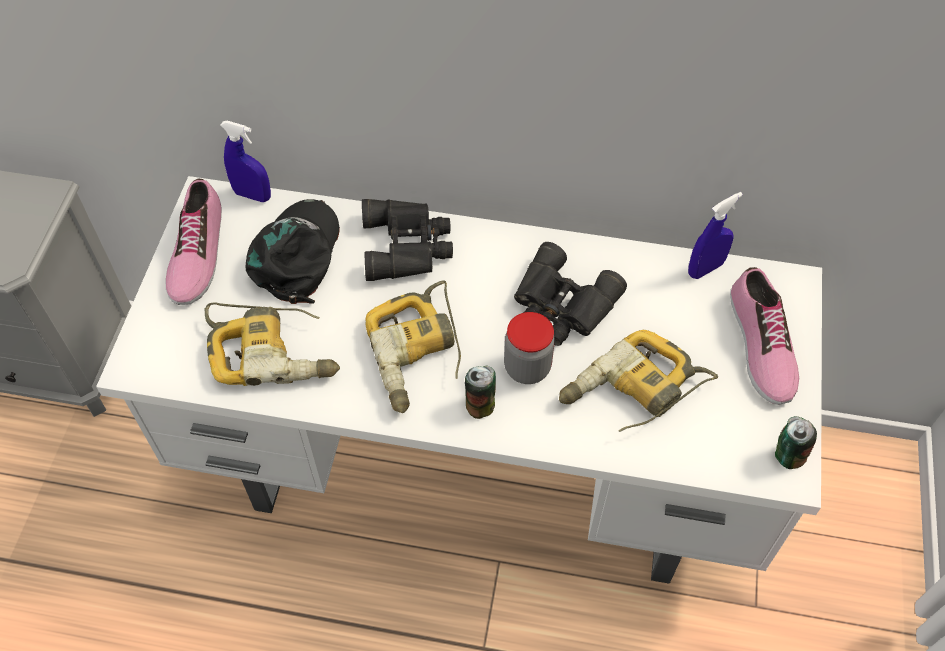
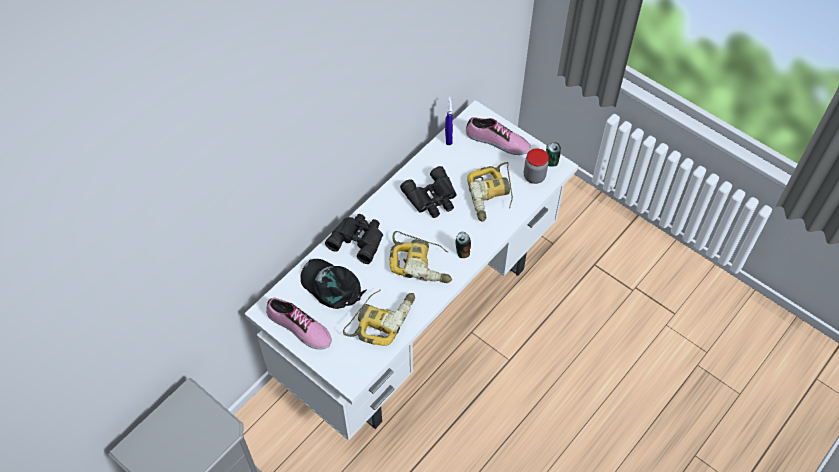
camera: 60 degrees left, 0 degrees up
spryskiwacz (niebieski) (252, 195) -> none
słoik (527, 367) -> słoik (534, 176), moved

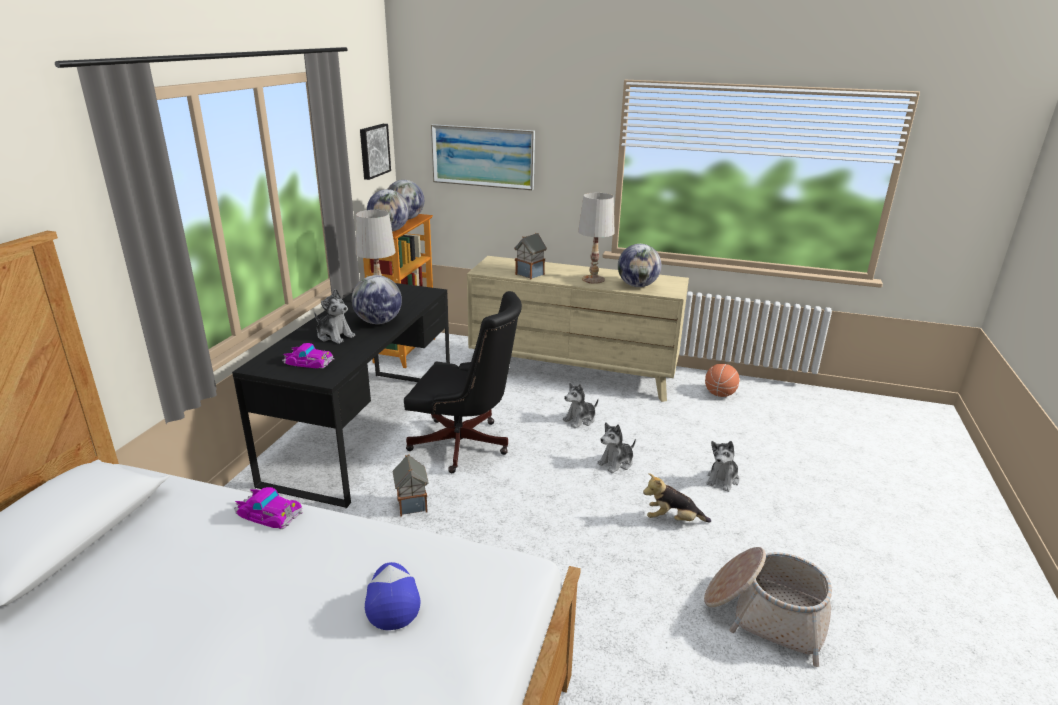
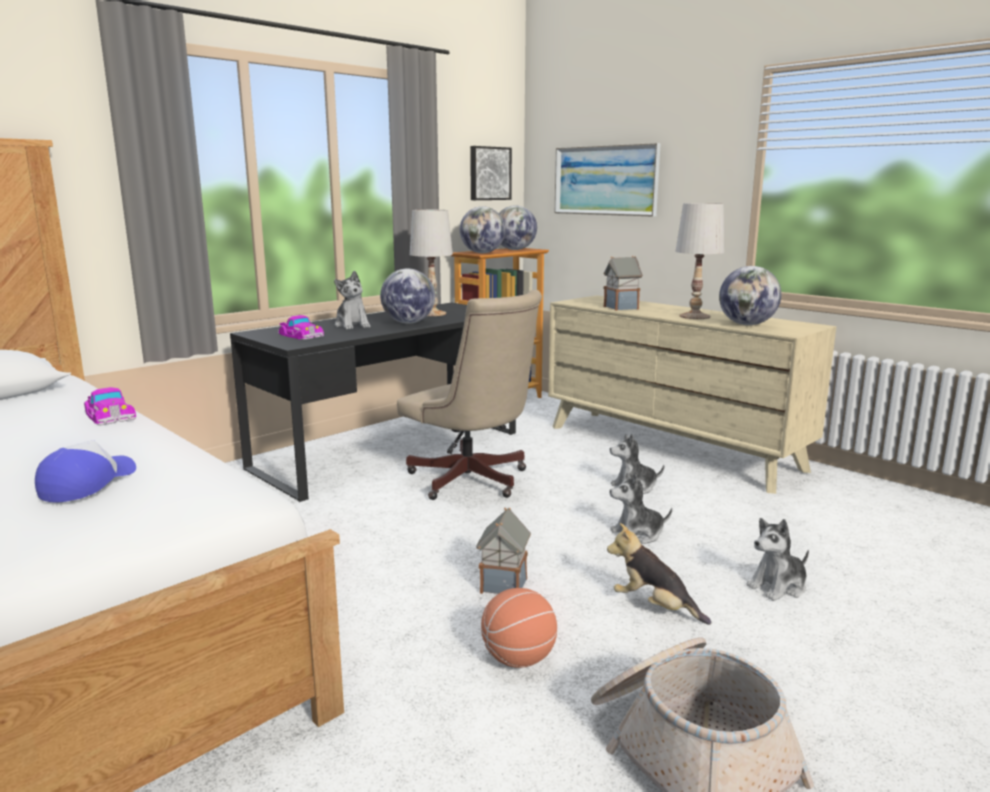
camera: 30 degrees right, 10 degrees down
domek (412, 505) -> domek (503, 585), moved
piłka do koszykówki (719, 394) -> piłka do koszykówki (519, 659), moved
krzesło biurowe (czarny) (465, 446) -> krzesło biurowe (beżowy) (472, 482)

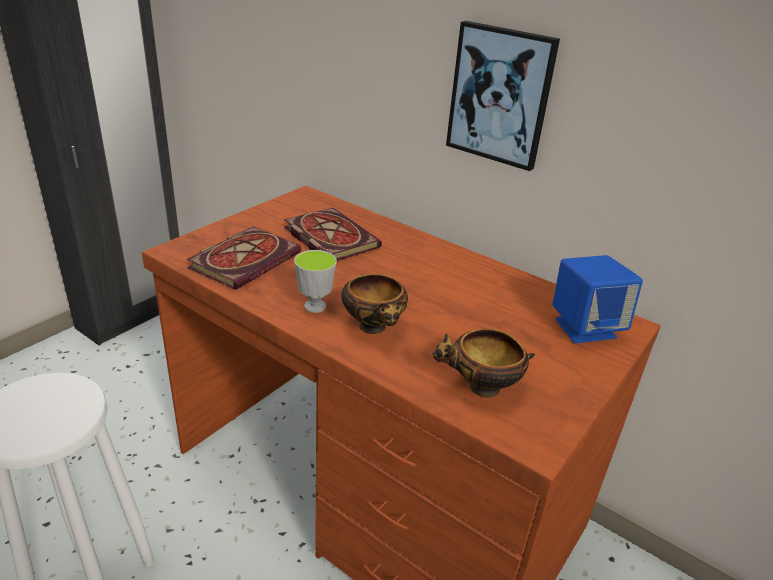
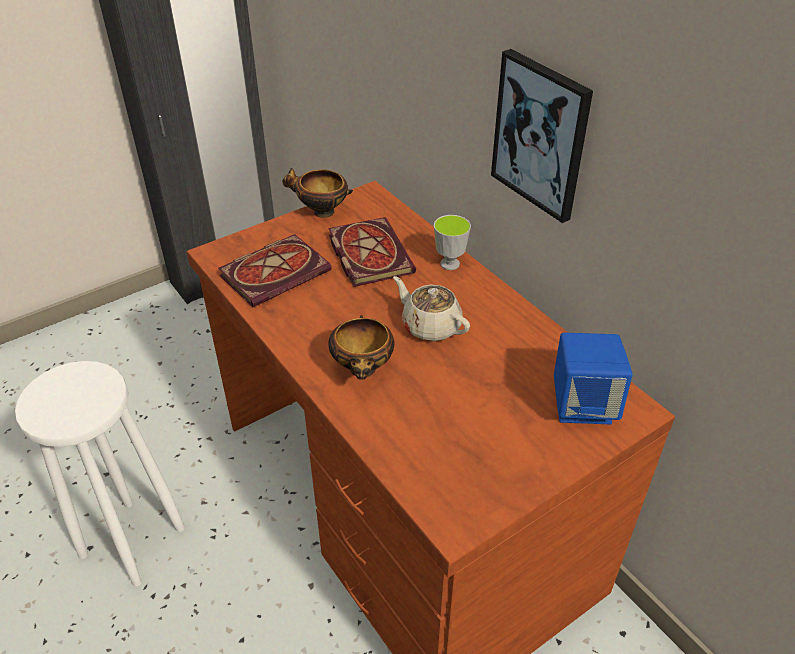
camera: 20 degrees right, 10 degrees up
none -> imbryk (beżowy) (430, 326)
filiżanka (315, 306) -> filiżanka (450, 264), moved
miska (481, 388) -> miska (321, 212), moved

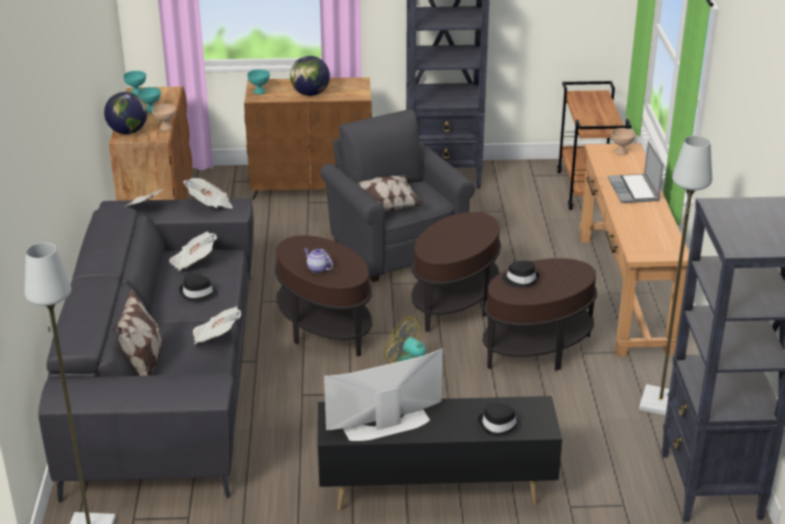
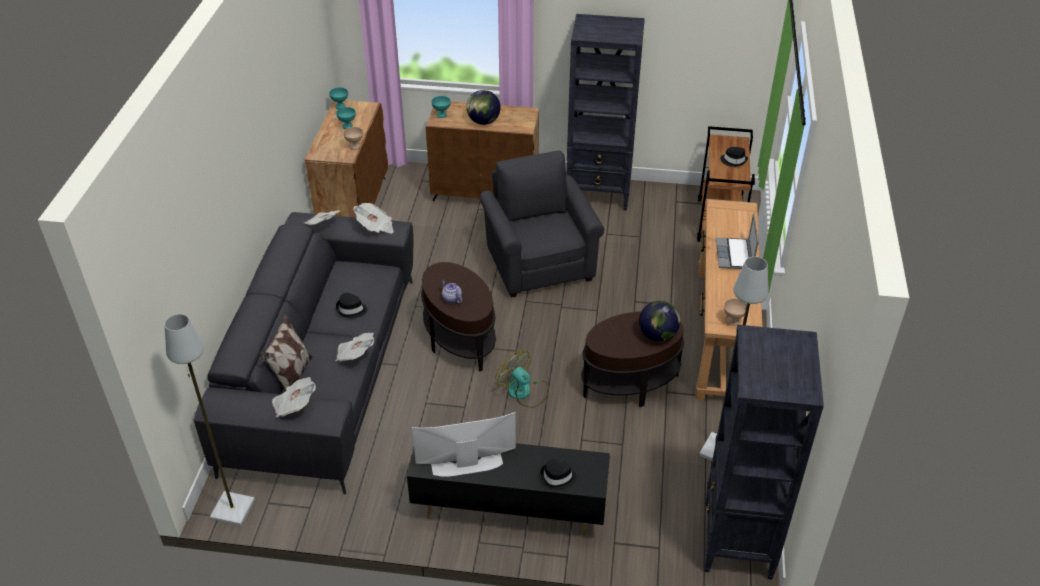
camera: 10 degrees right, 10 degrees up
poduszka (385, 206) -> none
stolik (brązowy) (455, 304) -> none
globus (128, 131) -> globus (658, 335), moved
gazeta (193, 262) -> gazeta (294, 405), moved
kapelusz (czarny) (520, 279) -> kapelusz (czarny) (734, 160), moved
miska (beżowy) (621, 151) -> miska (beżowy) (733, 321), moved

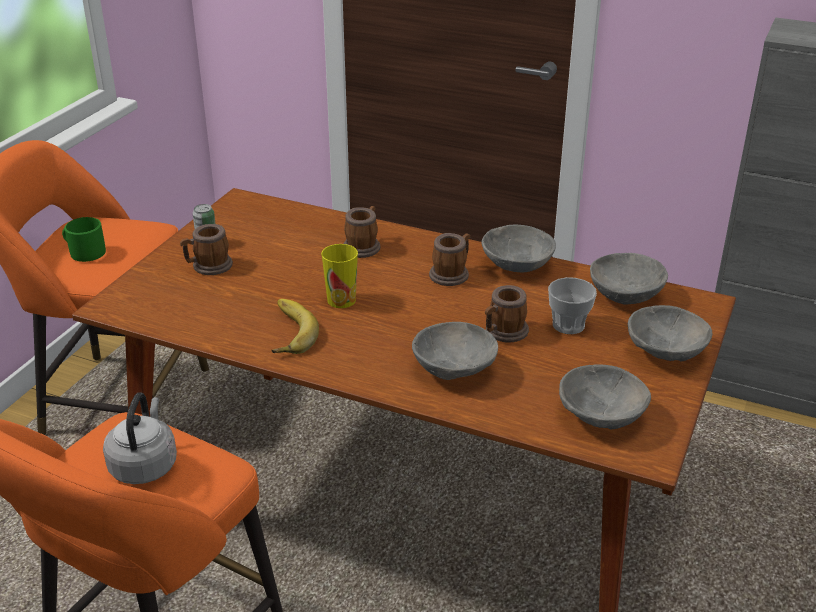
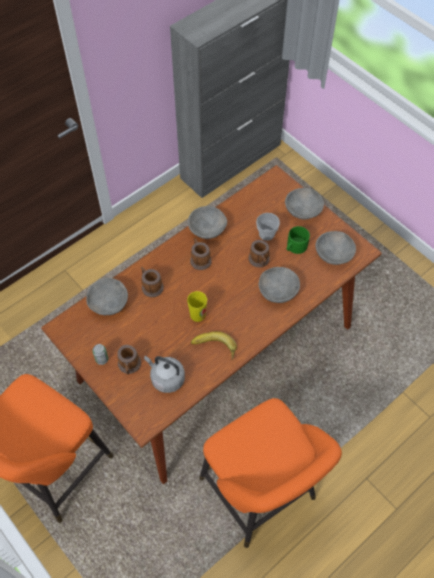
camera: 65 degrees left, 25 degrees up
kubek (zielony) (84, 251) -> kubek (zielony) (295, 247), moved
czajnik (szary) (144, 464) -> czajnik (szary) (166, 378), moved
miska (szary) (626, 295) -> miska (szary) (109, 302), moved

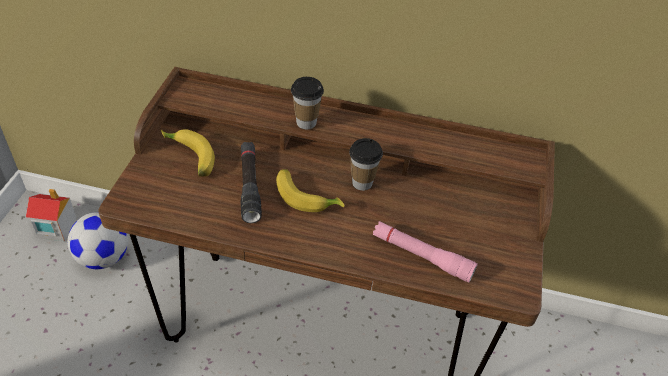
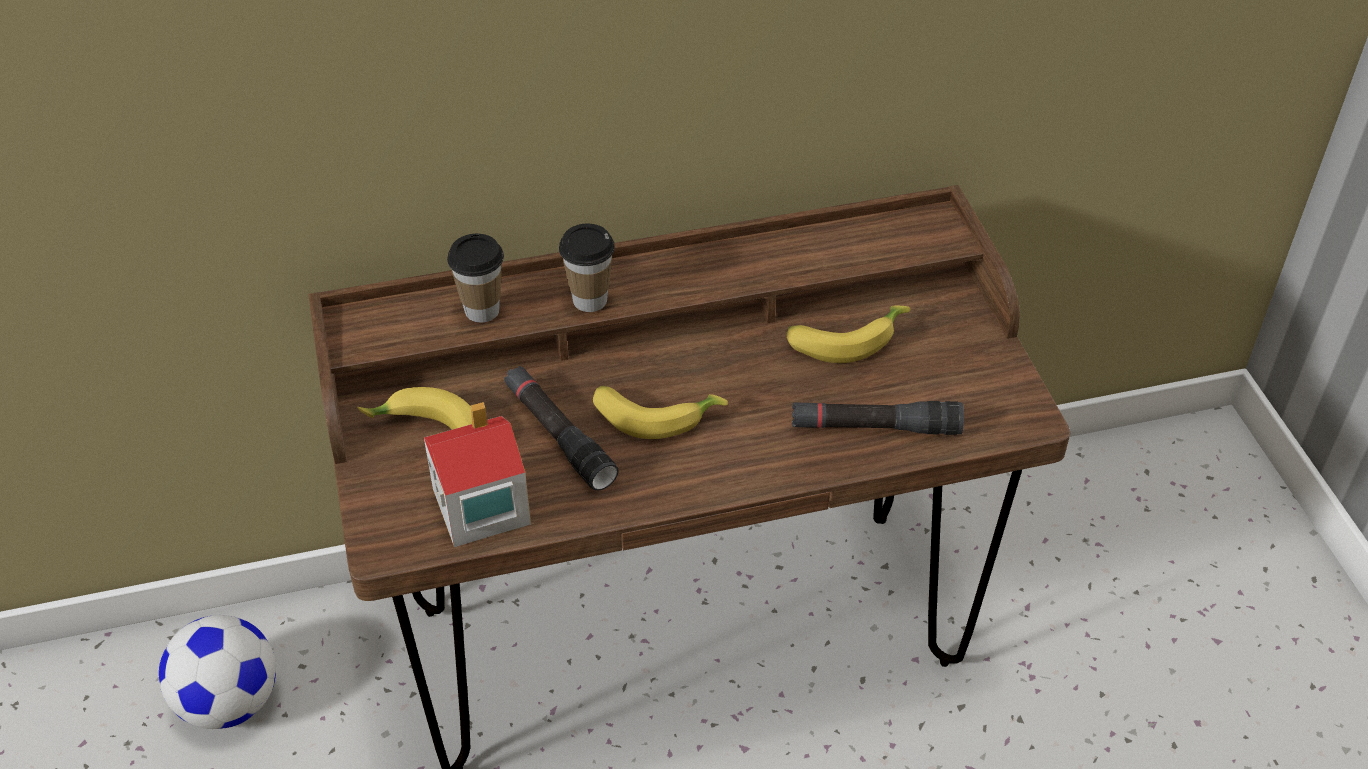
camera: 25 degrees left, 0 degrees up
none -> banan (845, 339)
domek (55, 227) -> domek (480, 507), moved
filiżanka (362, 183) -> filiżanka (482, 310), moved
latarka (różowy) (421, 256) -> latarka (czarny) (875, 427)

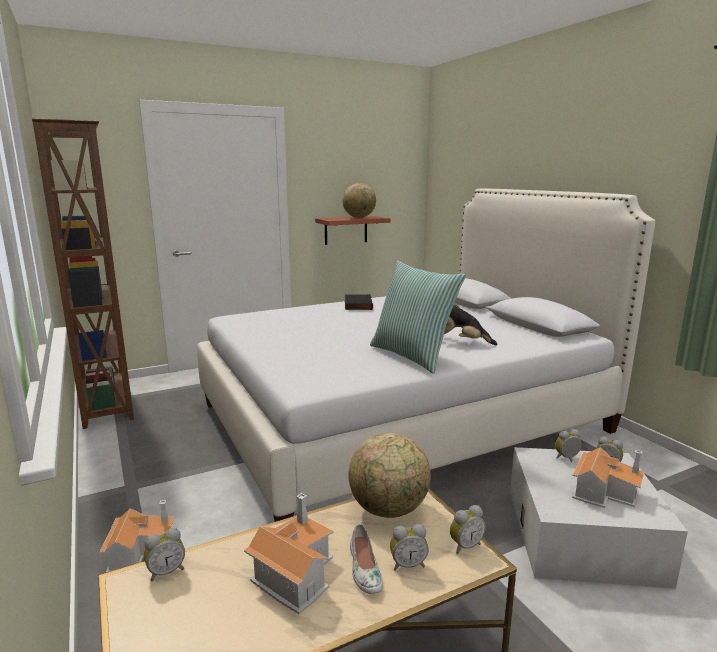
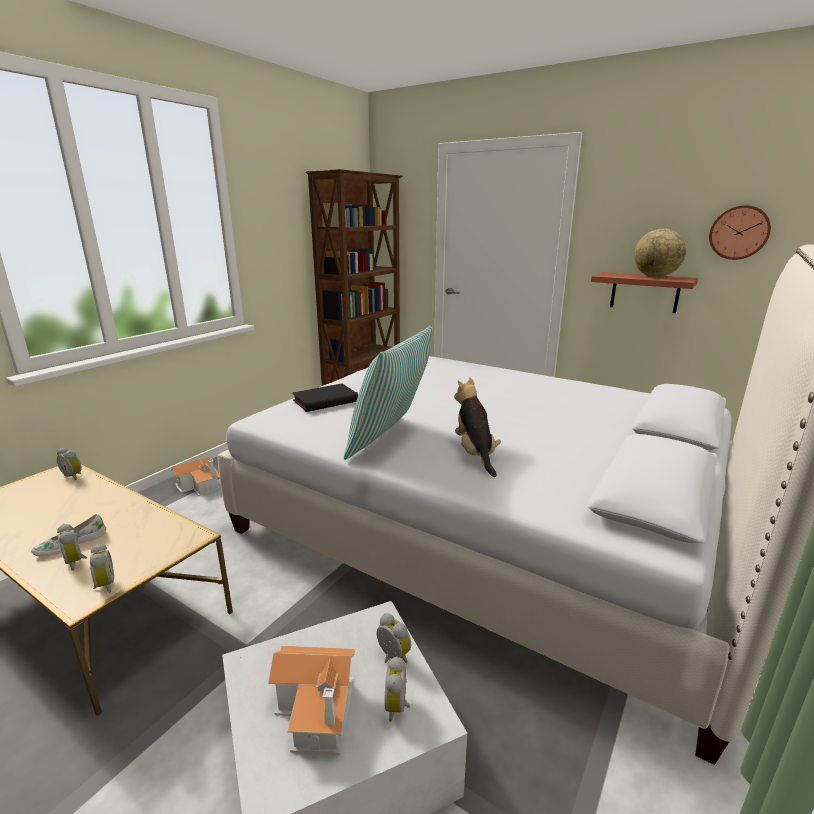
camera: 60 degrees right, 5 degrees up
domek (294, 573) -> none
globus (389, 509) -> none
none -> zegar ścienny (739, 232)
książka (czarny) (357, 305) -> książka (czarny) (325, 400), moved
budzik (465, 546) -> budzik (104, 586), 150 degrees counterclockwise

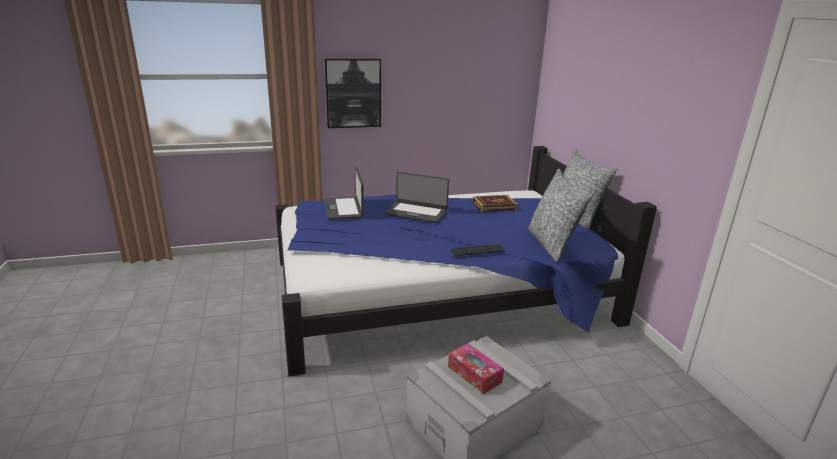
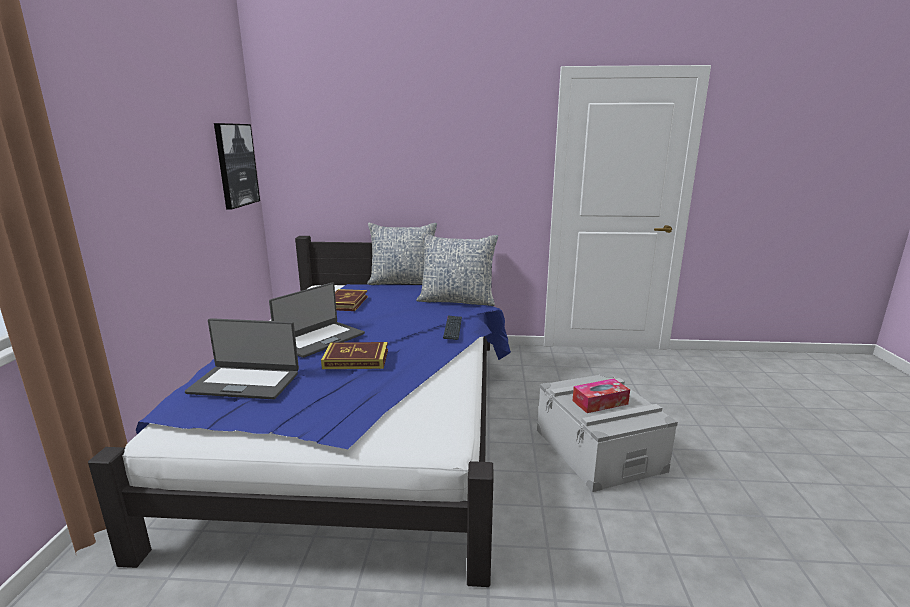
camera: 70 degrees left, 5 degrees down
none -> książka (356, 359)
obraz (353, 93) -> obraz (236, 165), moved

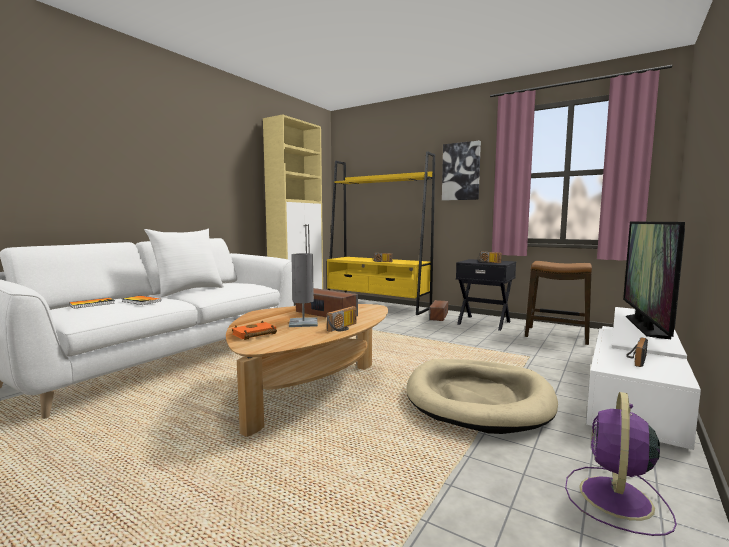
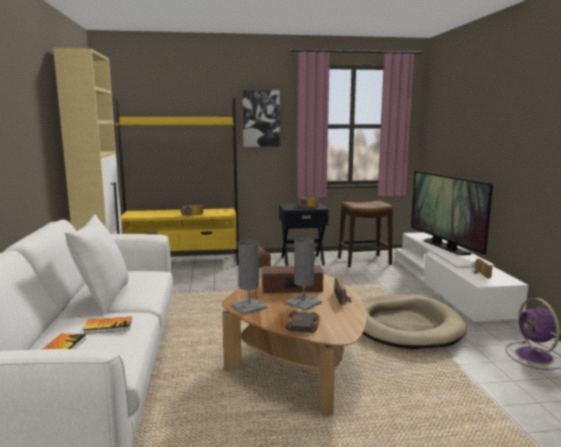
camera: 40 degrees left, 5 degrees up
none -> lampa stołowa (szary) (249, 306)
książka (pomarańczowy) (254, 334) -> książka (czarny) (304, 325)

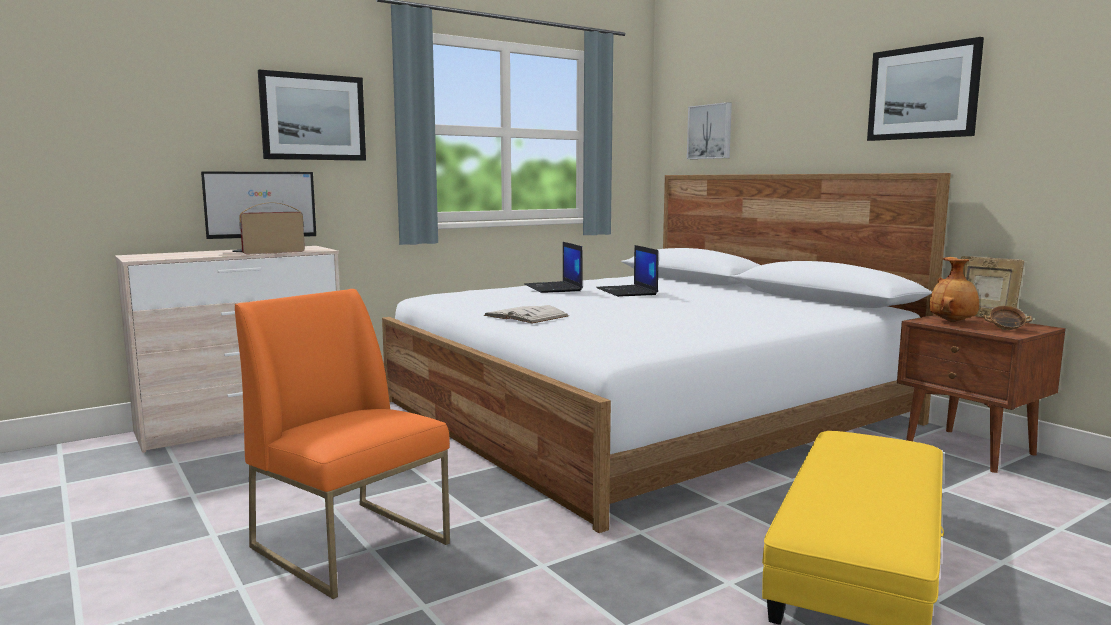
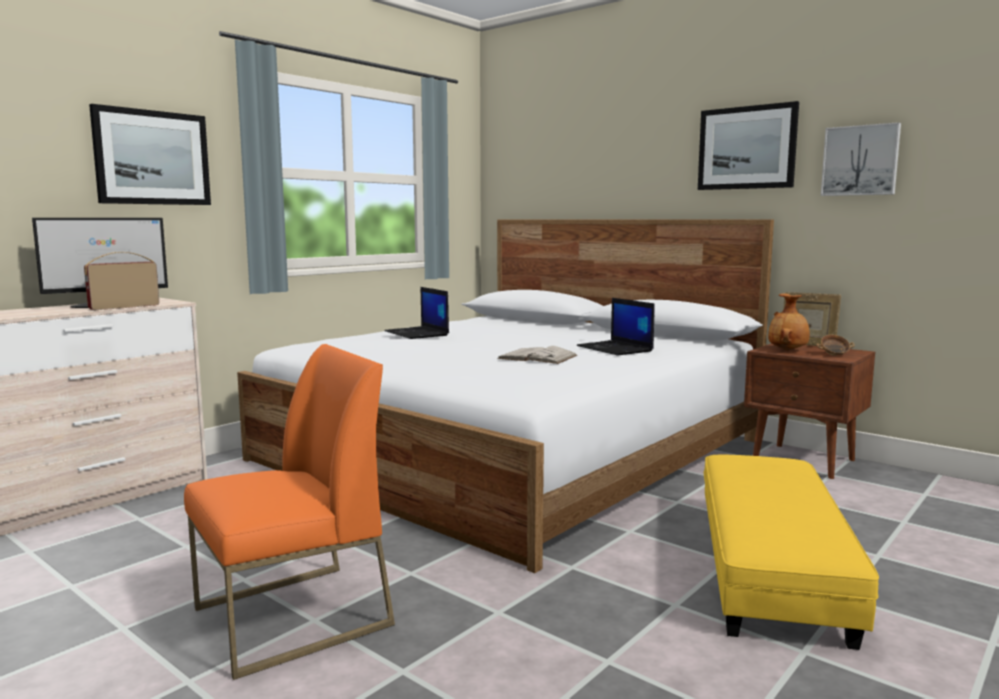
camera: 15 degrees left, 0 degrees up
książka (biały) (526, 316) -> książka (biały) (537, 357), moved
laptop (627, 291) -> laptop (616, 349), moved
obraz (710, 131) -> obraz (860, 160), moved
krzesło (pomarańczowy) (352, 545) -> krzesło (pomarańczowy) (291, 618), 120 degrees clockwise

